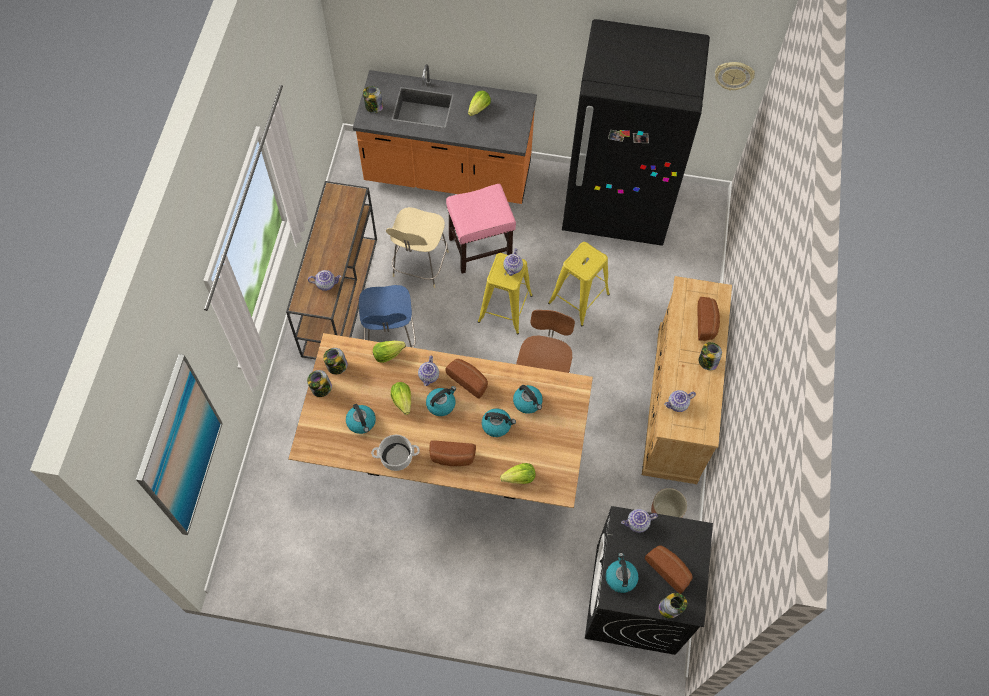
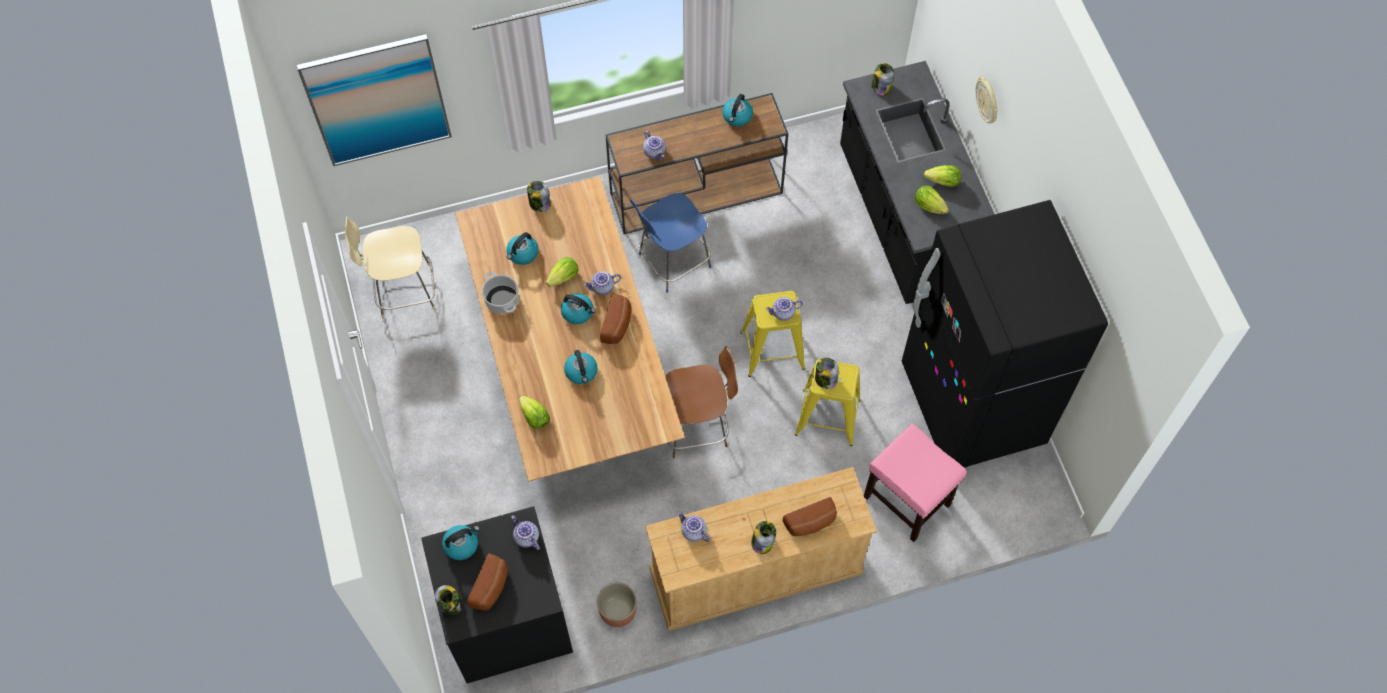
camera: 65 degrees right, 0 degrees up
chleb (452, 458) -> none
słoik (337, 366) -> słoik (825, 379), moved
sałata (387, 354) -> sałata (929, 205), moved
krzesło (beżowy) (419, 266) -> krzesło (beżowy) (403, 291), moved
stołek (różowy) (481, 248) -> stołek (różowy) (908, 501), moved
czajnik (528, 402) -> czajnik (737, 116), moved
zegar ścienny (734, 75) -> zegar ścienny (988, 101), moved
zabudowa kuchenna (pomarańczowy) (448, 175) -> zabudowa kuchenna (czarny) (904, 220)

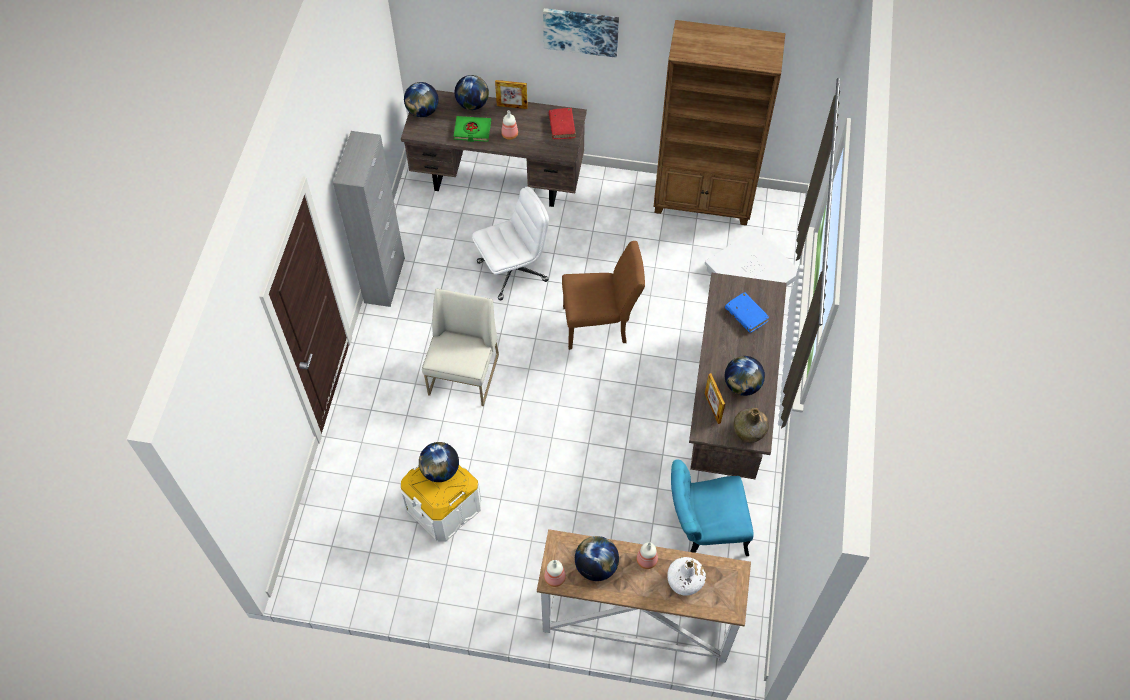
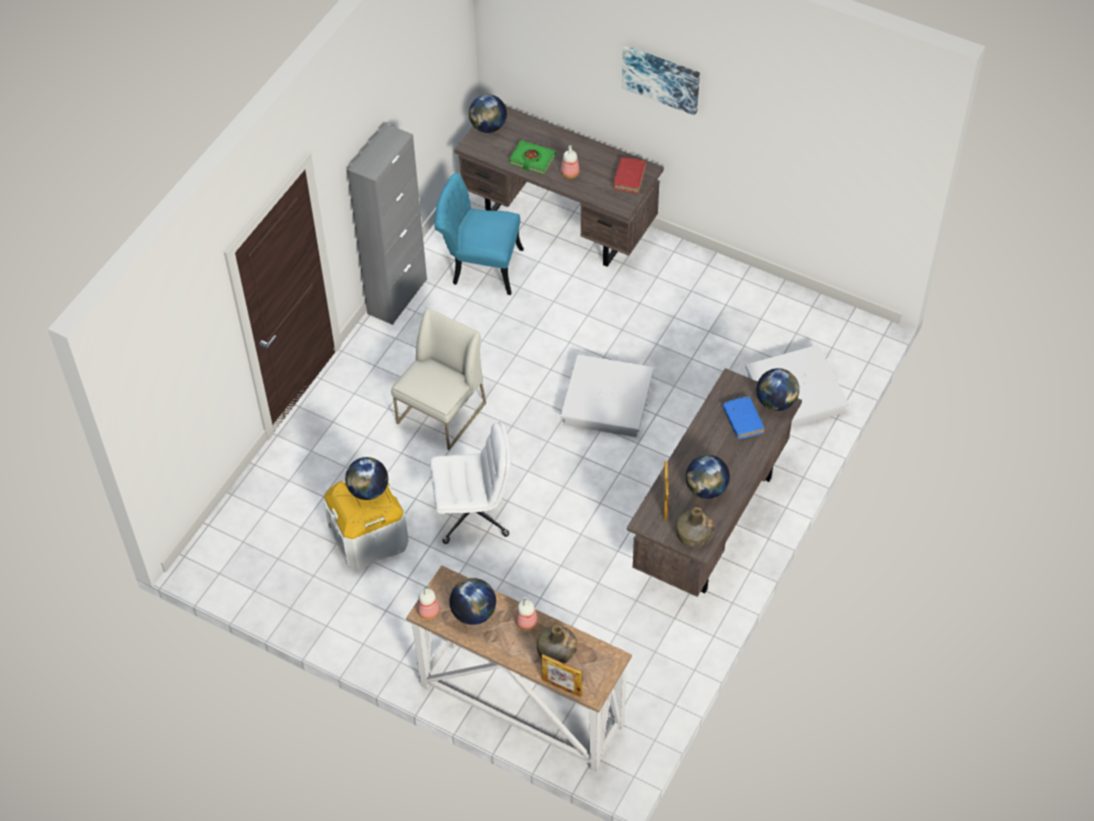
camera: 20 degrees right, 5 degrees down
regał (brązowy) (703, 202) -> none
globus (472, 104) -> globus (776, 402), moved
krzesło biurowe (biały) (513, 270) -> krzesło biurowe (biały) (473, 513), moved
ramka na zdjęcie (512, 106) -> ramka na zdjęcie (561, 687), moved
krzesło (turkusowy) (703, 531) -> krzesło (turkusowy) (479, 266), moved
krzesło (brązowy) (600, 325) -> pojemnik do przechowywania (biały) (607, 402)
butelka (biały) (685, 581) -> butelka (zielony) (556, 652)

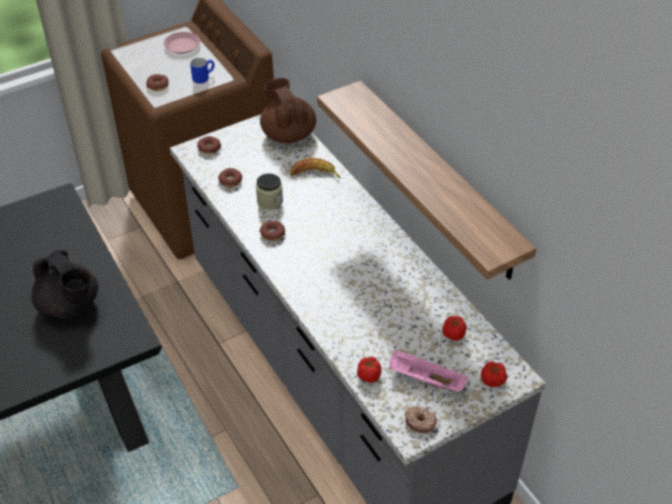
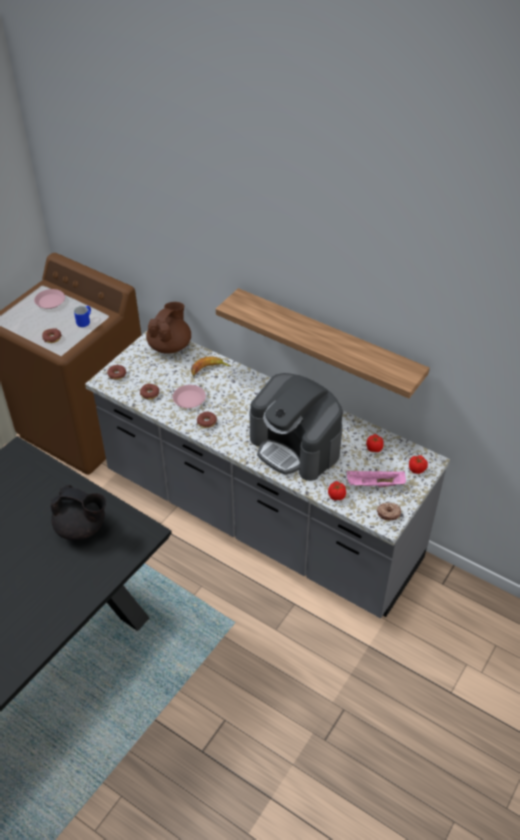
camera: 25 degrees left, 0 degrees up
none -> ekspres do kawy (295, 446)
słoik (270, 201) -> talerz (różowy) (189, 399)
imbryk (brązowy) (288, 134) -> imbryk (brązowy) (170, 346), 75 degrees clockwise

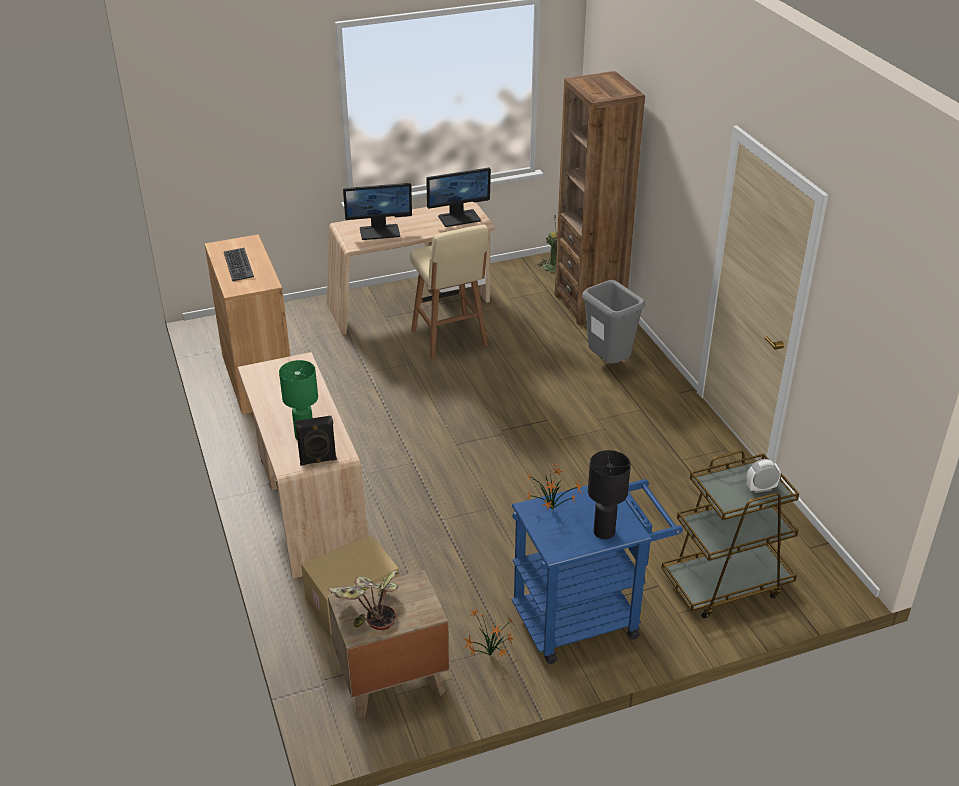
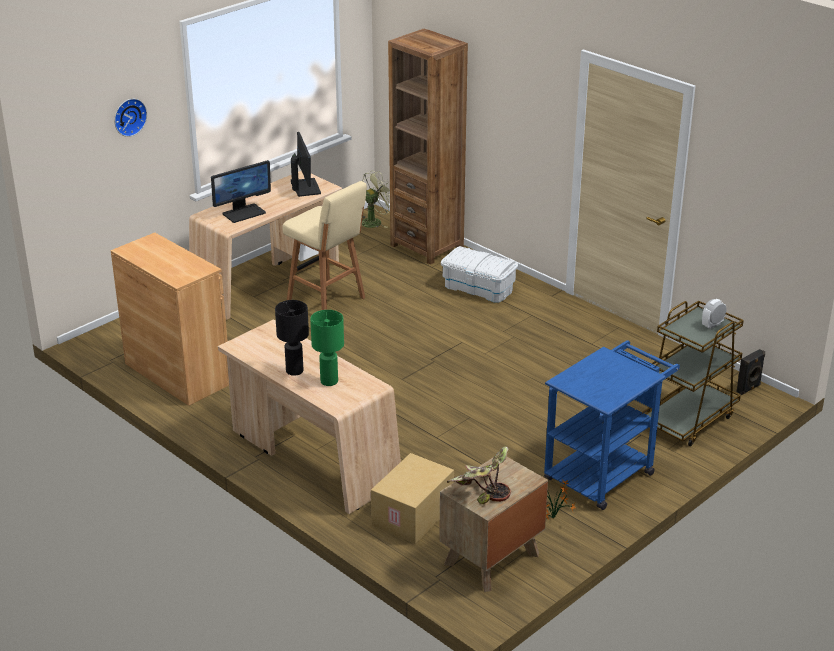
camera: 25 degrees left, 5 degrees down
klawiatura (238, 265) -> none
roślina doniczkowa (553, 510) -> none
none -> zegar ścienny (128, 116)
głośnik (czarny) (318, 461) -> głośnik (czarny) (749, 389), moved
lampa stołowa (czarny) (603, 532) -> lampa stołowa (czarny) (294, 371), moved
kosz na śmieci (szary) (608, 364) -> pojemnik do przechowywania (biały) (479, 288)
monitor (459, 218) -> monitor (305, 187), 60 degrees counterclockwise

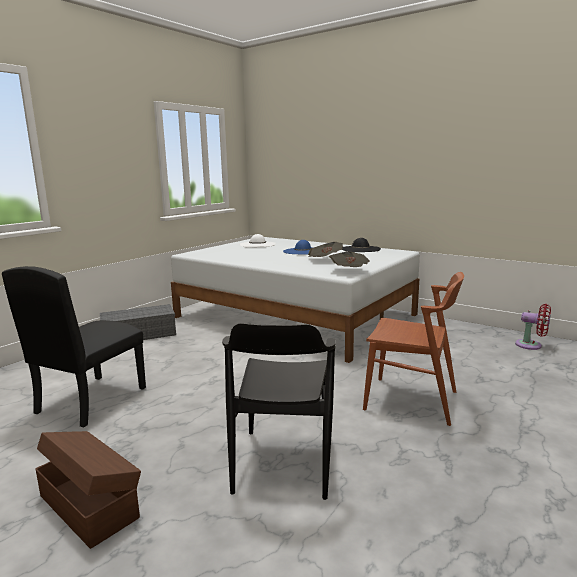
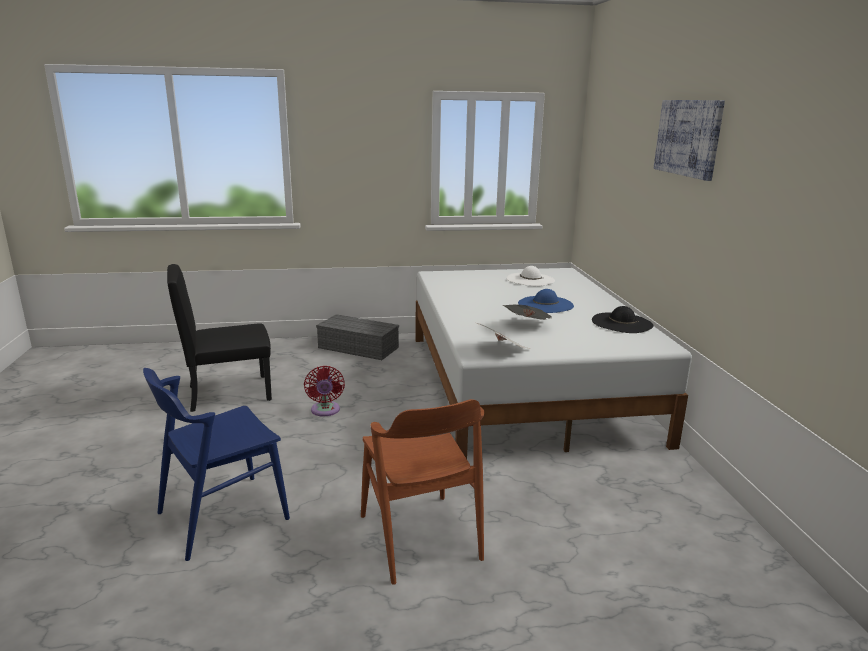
camera: 45 degrees right, 5 degrees up
pojemnik do przechowywania (brązowy) (89, 505) -> none
none -> obraz (688, 138)
wentylator (czerwony) (531, 345) -> wentylator (czerwony) (325, 411), moved
krzesło (czarny) (284, 462) -> krzesło (niebieski) (222, 515)

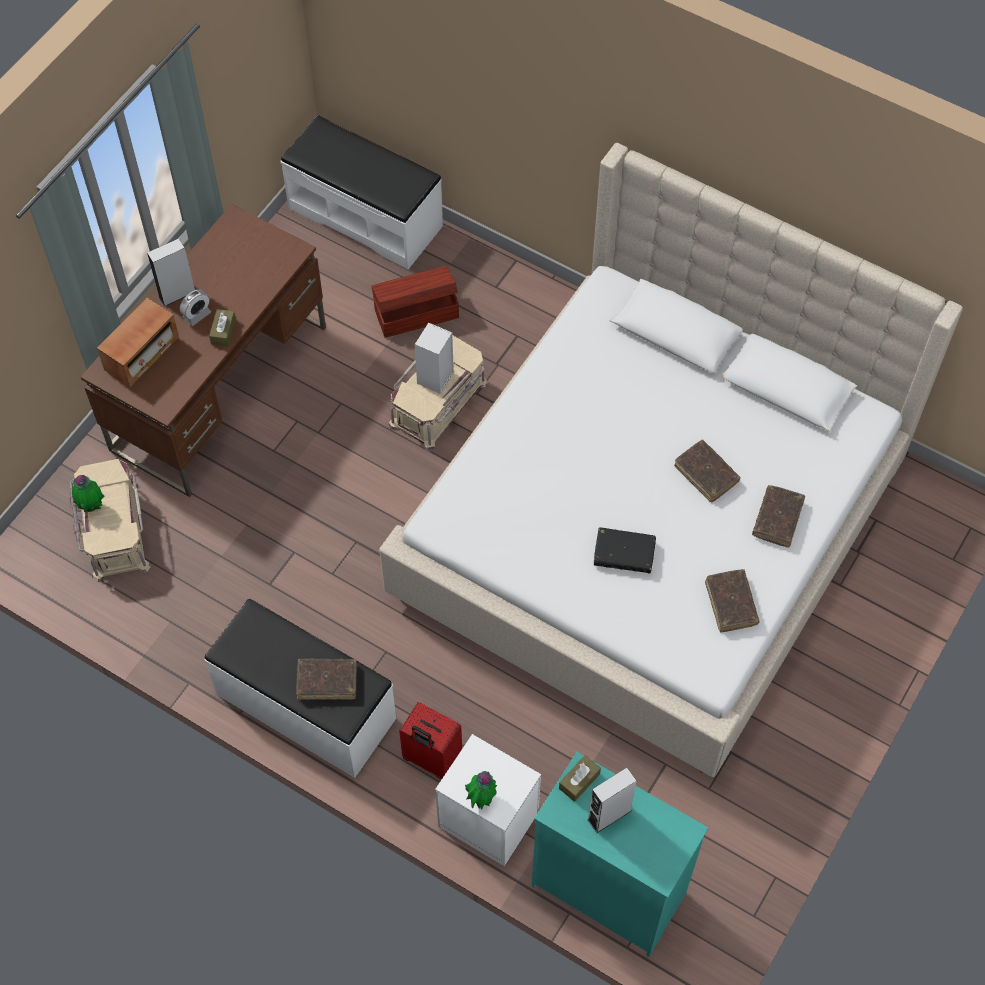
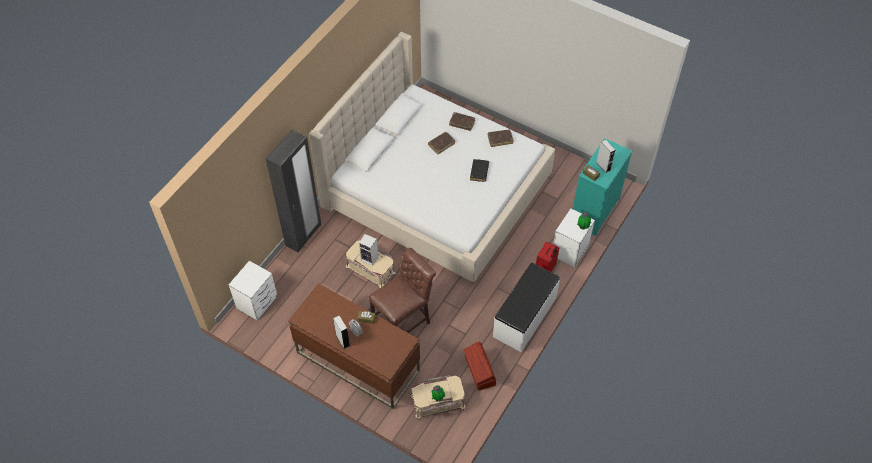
camera: 90 degrees left, 5 degrees down
radio (142, 354) -> none
książka (brązowy) (327, 681) -> none
none -> szafa (czarny) (303, 235)
none -> krzesło (brązowy) (404, 321)
pojemnik do przechowywania (brązowy) (415, 313) -> pojemnik do przechowywania (brązowy) (479, 371), moved
ławka (biały) (366, 216) -> szafka nocna (biały) (258, 302)

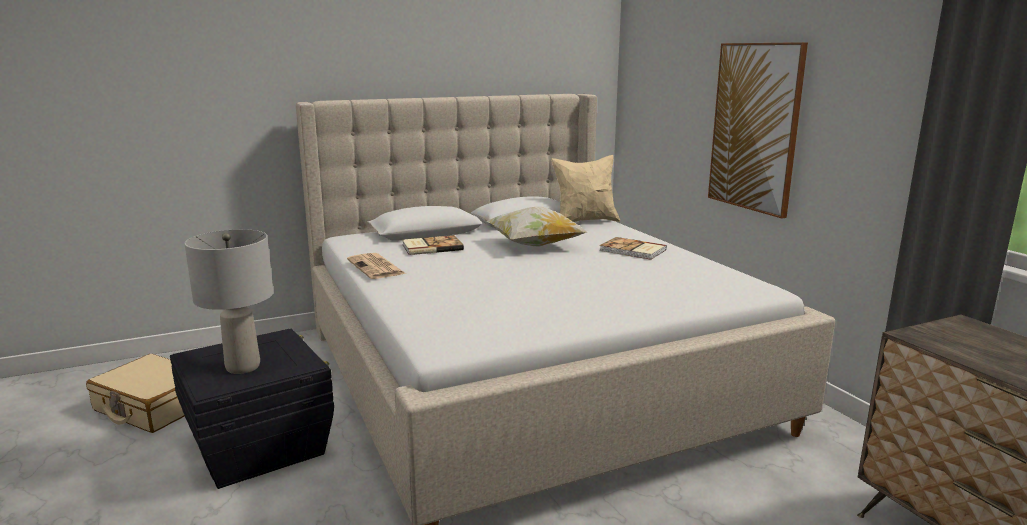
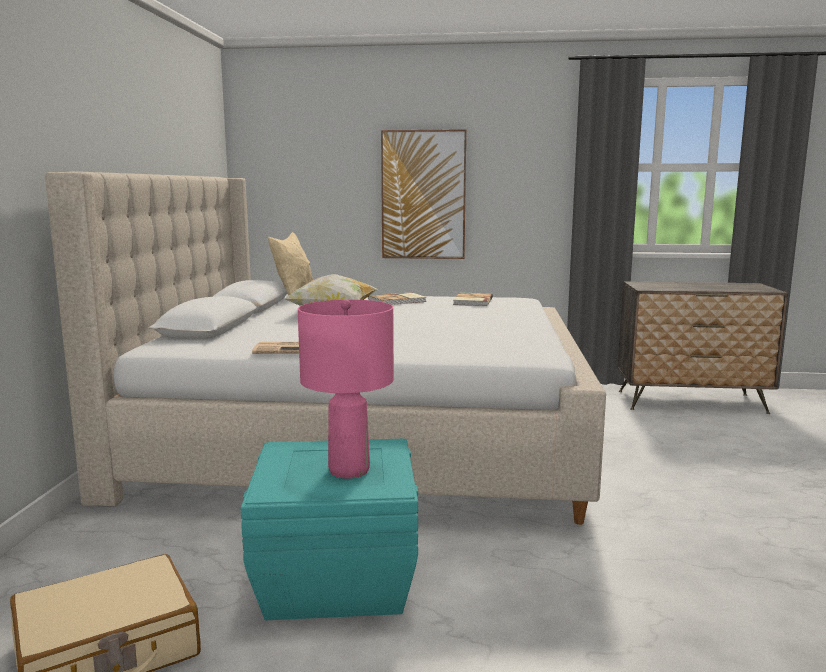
camera: 60 degrees left, 5 degrees down
książka (431, 247) -> książka (472, 301), moved
pojemnik do przechowywania (czarny) (260, 446) -> pojemnik do przechowywania (turkusowy) (334, 578)
lampa stołowa (szary) (243, 367) -> lampa stołowa (różowy) (348, 470)

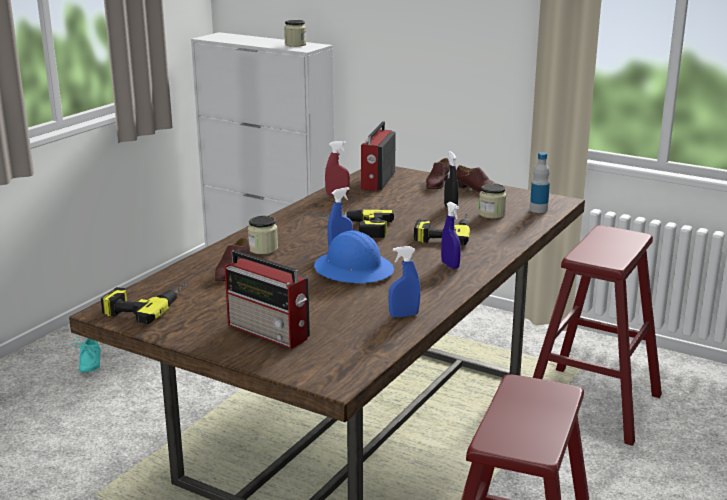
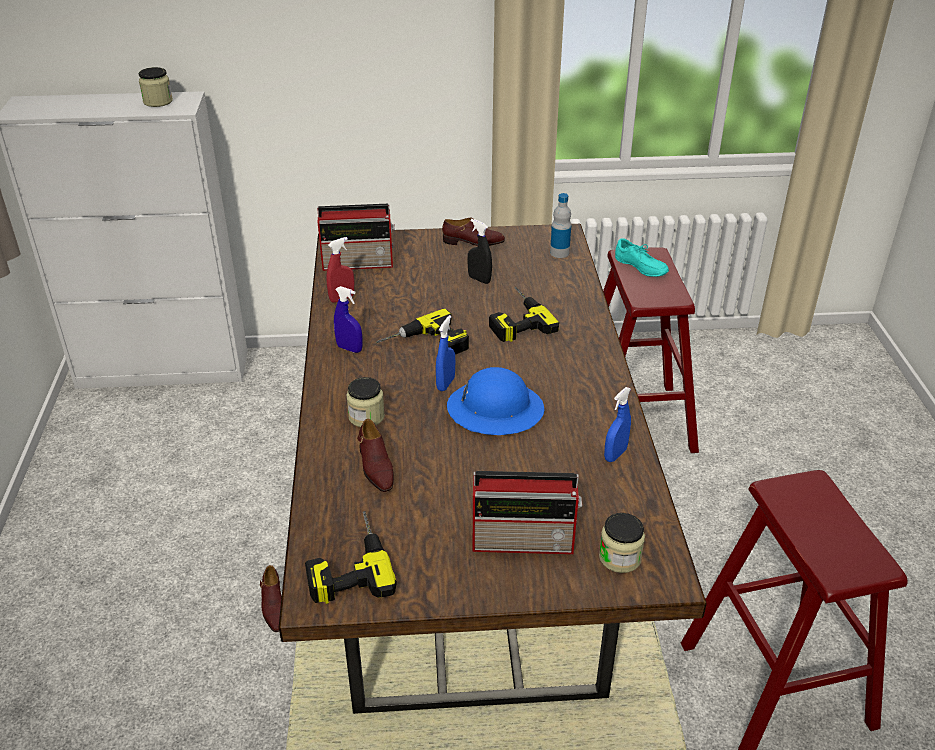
camera: 35 degrees left, 15 degrees up
but (turkusowy) (88, 364) -> but (turkusowy) (639, 268), moved
but (brązowy) (437, 184) -> but (brązowy) (273, 607), moved
spryskiwacz (niebieski) (450, 265) -> spryskiwacz (niebieski) (349, 348), moved
słoik (491, 214) -> słoik (620, 557), moved
radio (377, 181) -> radio (359, 263), 75 degrees counterclockwise

